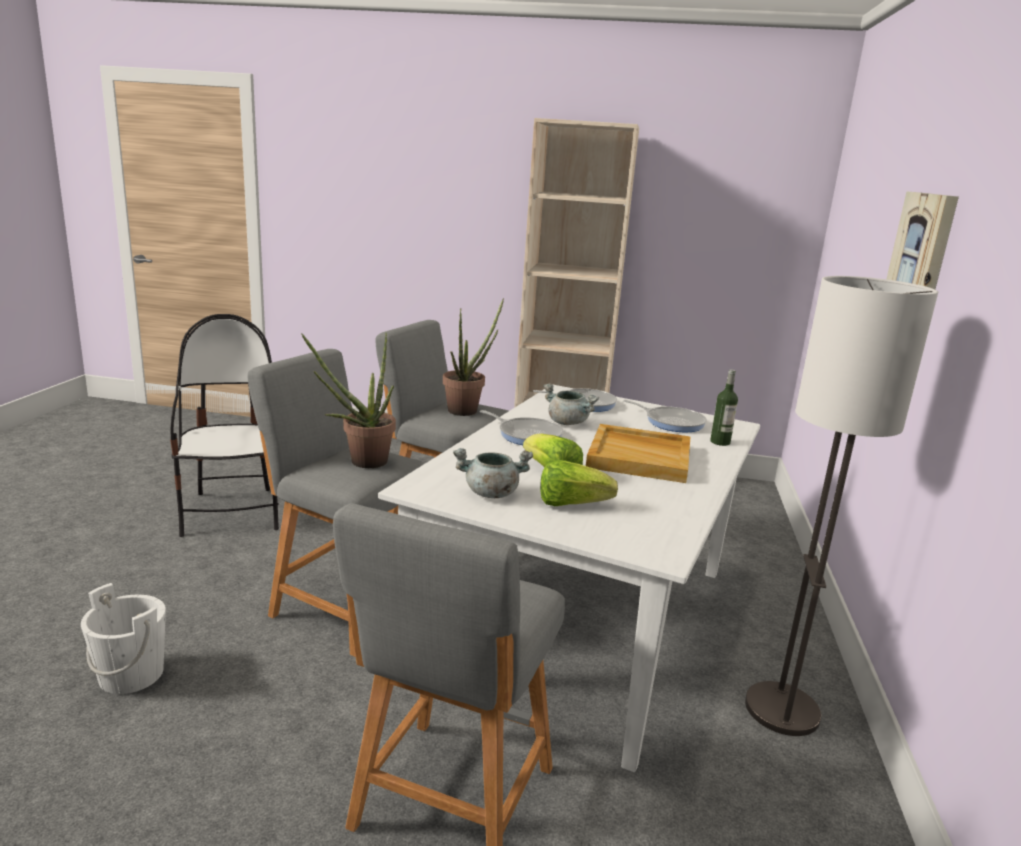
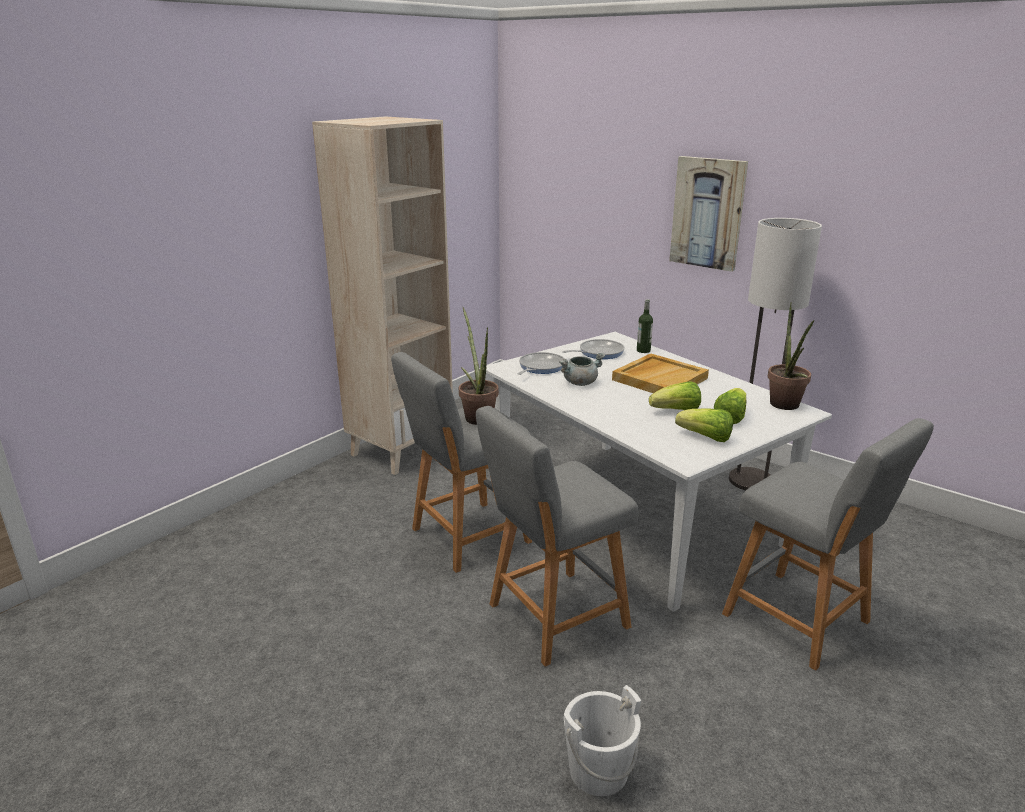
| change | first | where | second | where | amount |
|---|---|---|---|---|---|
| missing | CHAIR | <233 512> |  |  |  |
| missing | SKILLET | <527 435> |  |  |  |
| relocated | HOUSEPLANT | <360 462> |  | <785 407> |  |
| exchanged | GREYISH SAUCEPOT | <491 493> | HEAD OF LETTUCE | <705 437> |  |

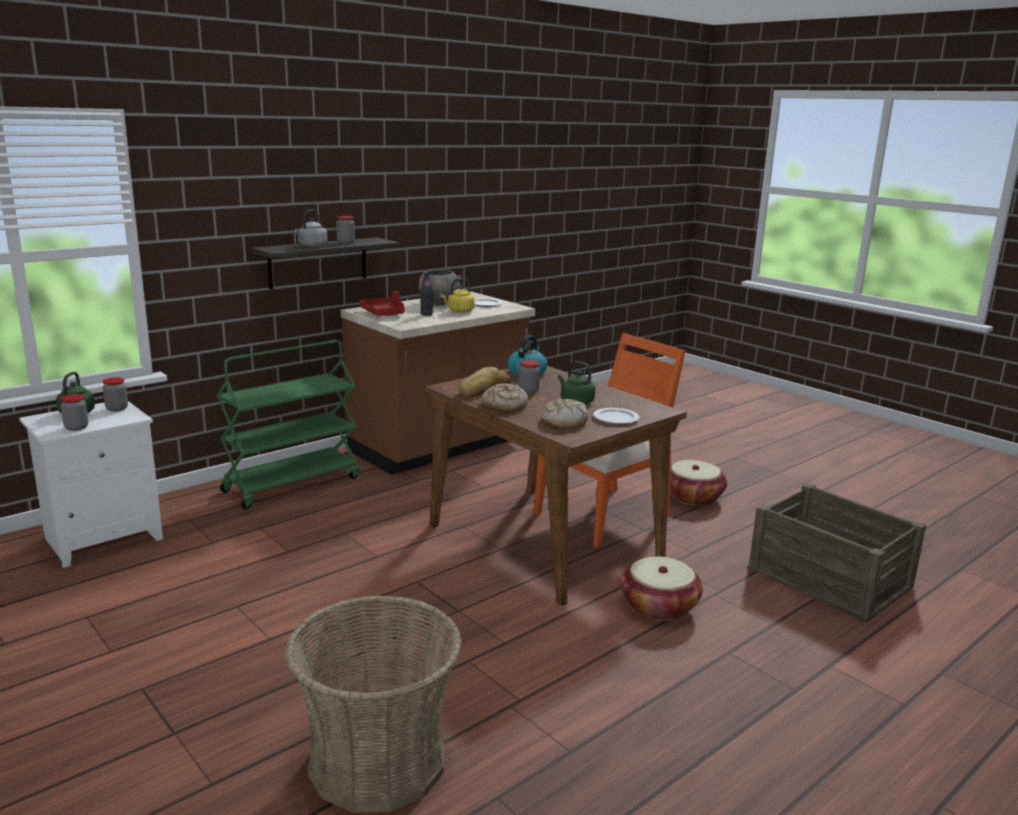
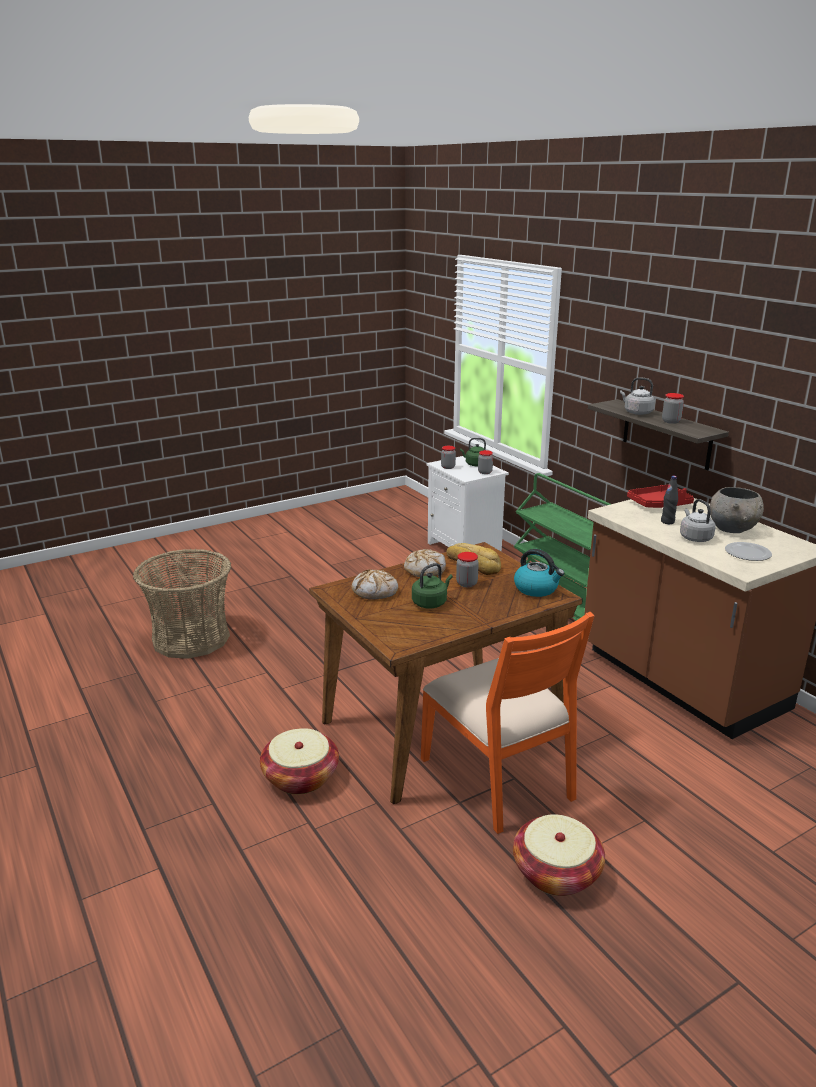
| change | first | where | second | where | amount |
|---|---|---|---|---|---|
| missing | FLAT DISH | <615 418> |  |  |  |
| missing | PACKING CRATE | <829 577> |  |  |  |
| colour | YELLOWISH TEA KETTLE | <459 311> | GREYISH TEA KETTLE | <694 537> |  |

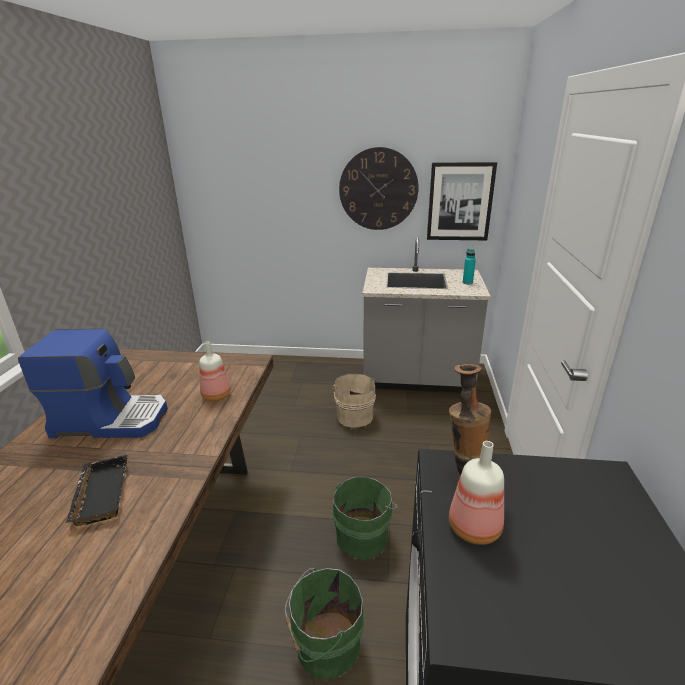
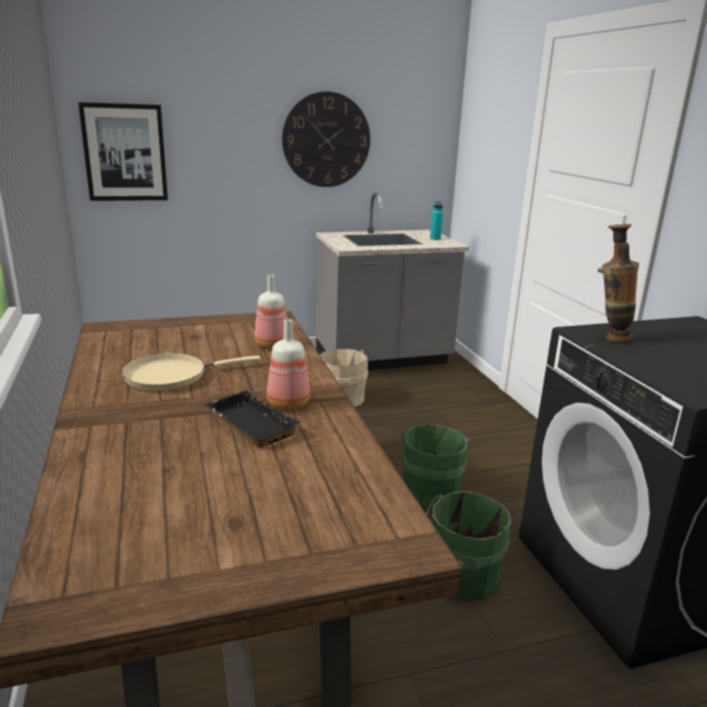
| change | first | where | second | where | amount |
|---|---|---|---|---|---|
| relocated | WALL ART | <460 202> |  | <125 152> |  |
| relocated | BEVERAGE BOTTLE | <473 526> |  | <287 403> |  |
| exchanged | COFFEE BREWER | <112 419> | BEIGE-COLOURED SKILLET | <171 375> |  |

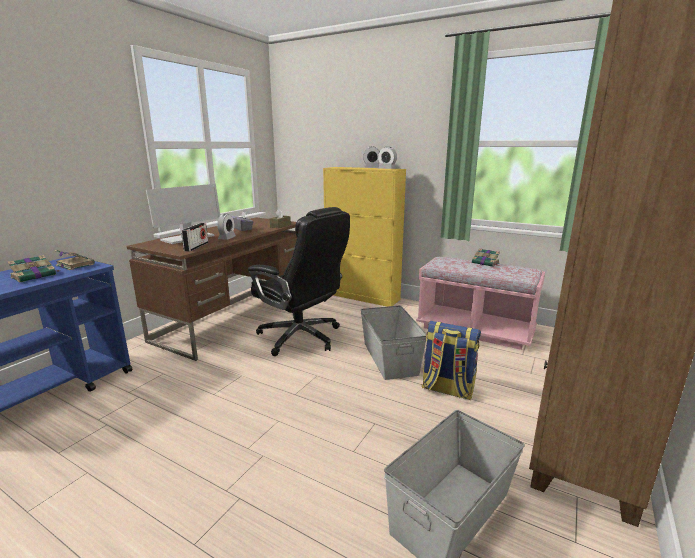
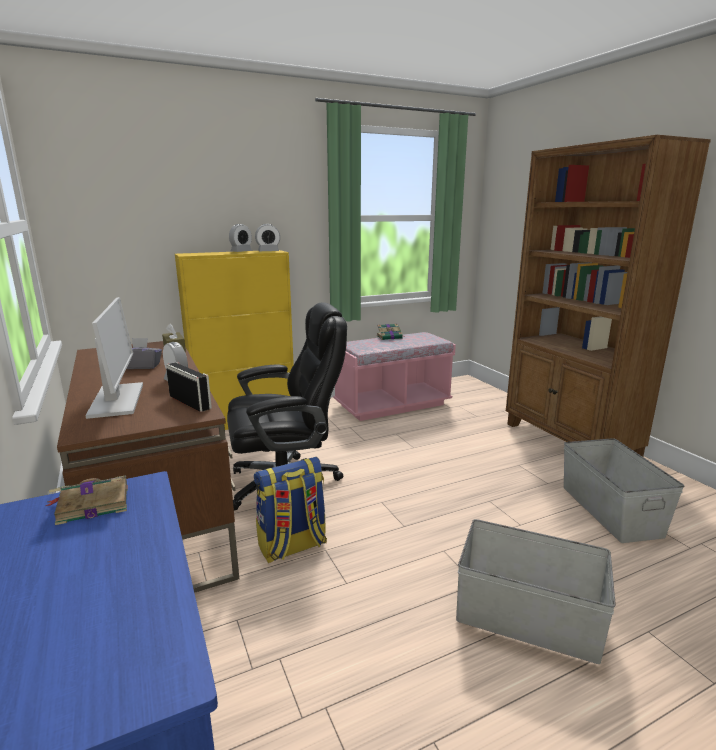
| change | first | where | second | where | amount |
|---|---|---|---|---|---|
| missing | VOLUME | <35 276> |  |  |  |
| relocated | GREYISH STORAGE BIN | <389 358> |  | <528 619> |  |
| relocated | KNAPSACK | <447 389> |  | <292 546> |  |

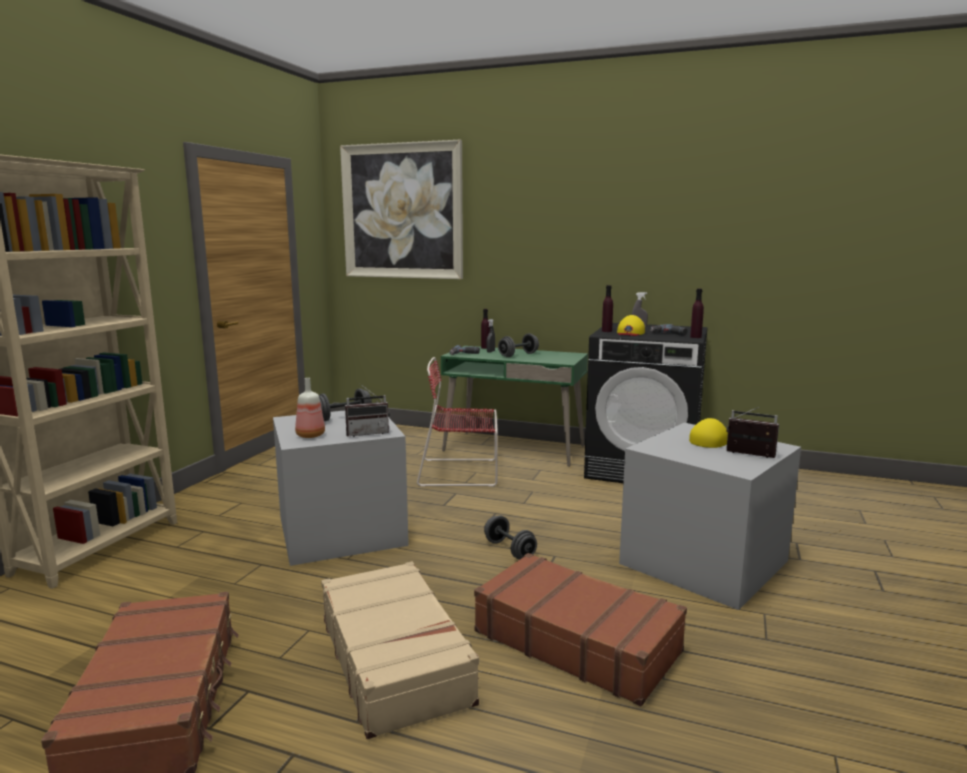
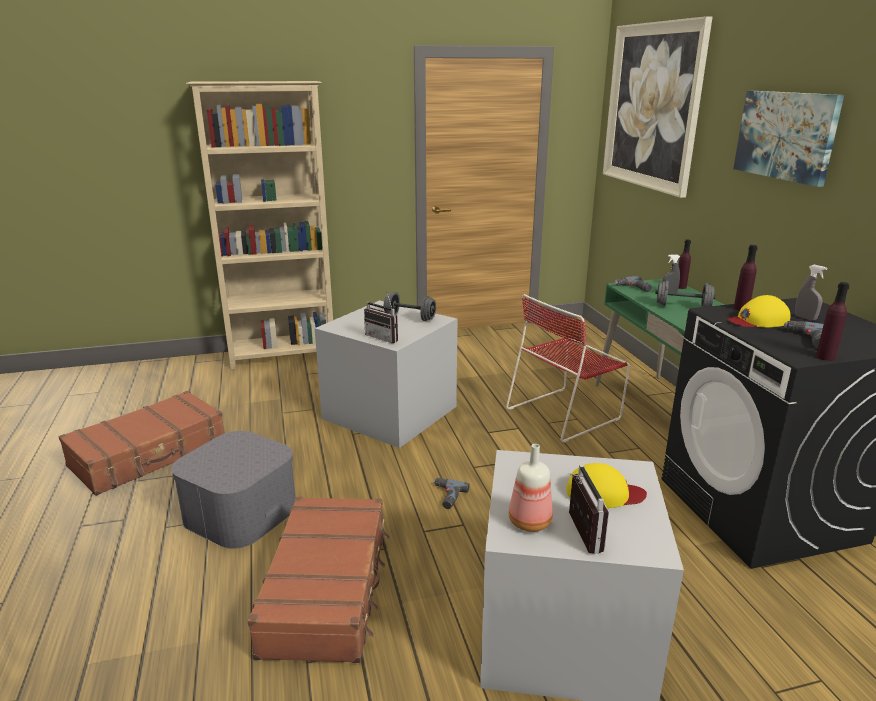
| change | first | where | second | where | amount |
|---|---|---|---|---|---|
| appeared |  |  | WALL ART | <786 135> |  |
| relocated | BEVERAGE BOTTLE | <309 435> |  | <528 522> |  |
| exchanged | BEIGE-COLOURED PIECE OF LUGGAGE | <395 659> | GREYISH STORAGE BIN | <240 512> |  |
| exchanged | GREYISH DUMBBELL | <509 550> | POWER DRILL | <446 496> |  |
| spun | RED CHAIR | <462 472> |  | <565 413> | 90 degrees counterclockwise |

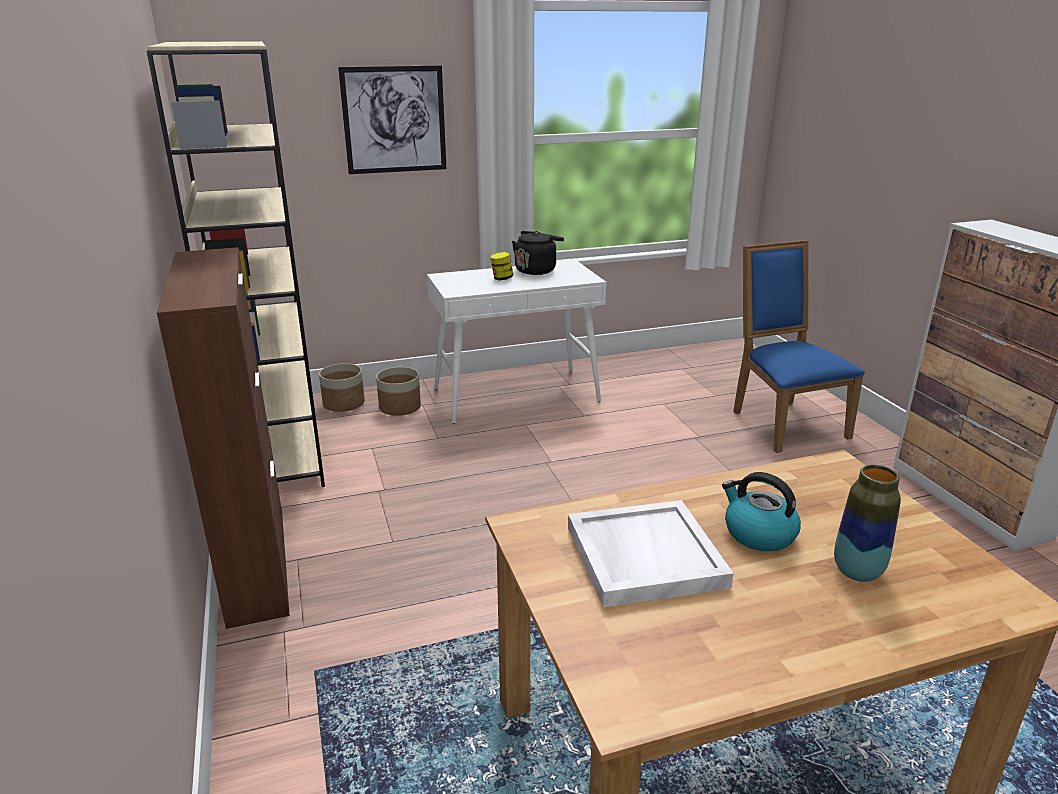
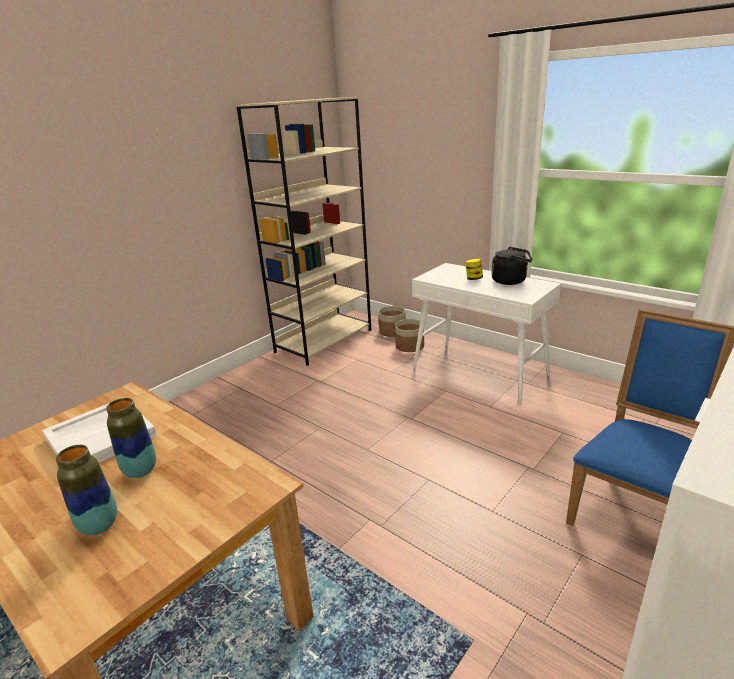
| change | first | where | second | where | amount |
|---|---|---|---|---|---|
| missing | BROWN STORAGE CABINET | <257 563> |  |  |  |
| missing | WALL ART | <394 120> |  |  |  |
| exchanged | TEA KETTLE | <758 534> | DECORATIVE VASE | <140 471> |  |

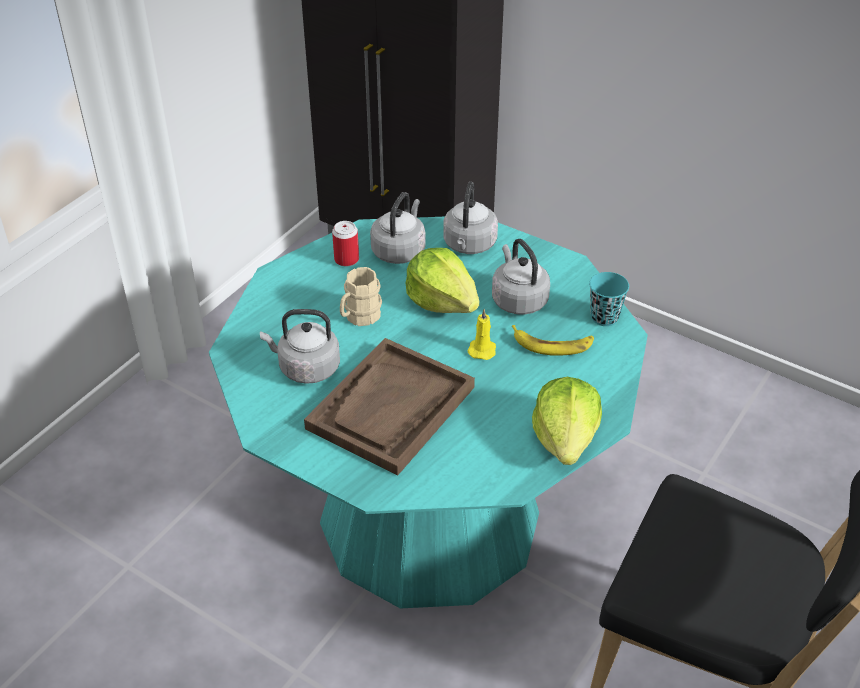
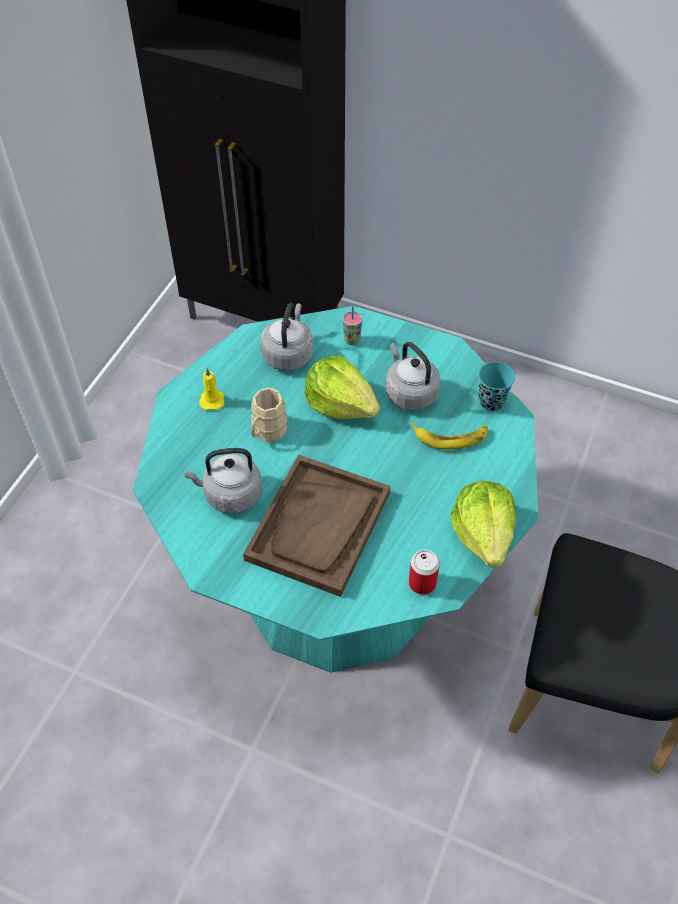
| change | first | where | second | where | amount |
|---|---|---|---|---|---|
| relocated | CAN | <346 259> |  | <422 583> |  |
| relocated | YELLOWISH WAX LIGHT | <482 349> |  | <212 399> |  |
| exchanged | GREYISH TEA KETTLE | <469 245> | CUP | <352 340> |  |

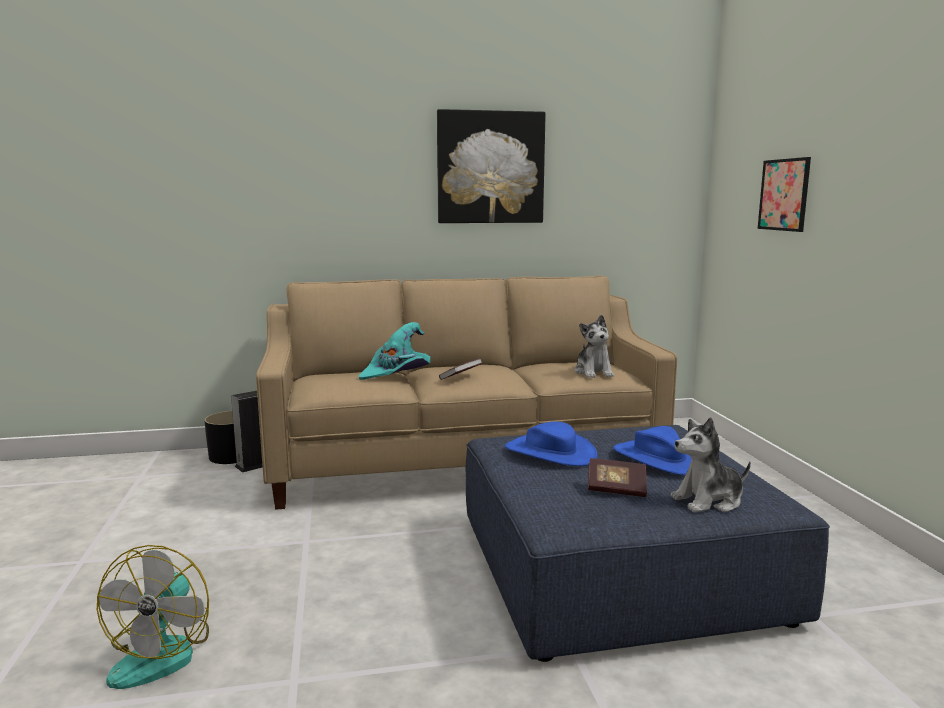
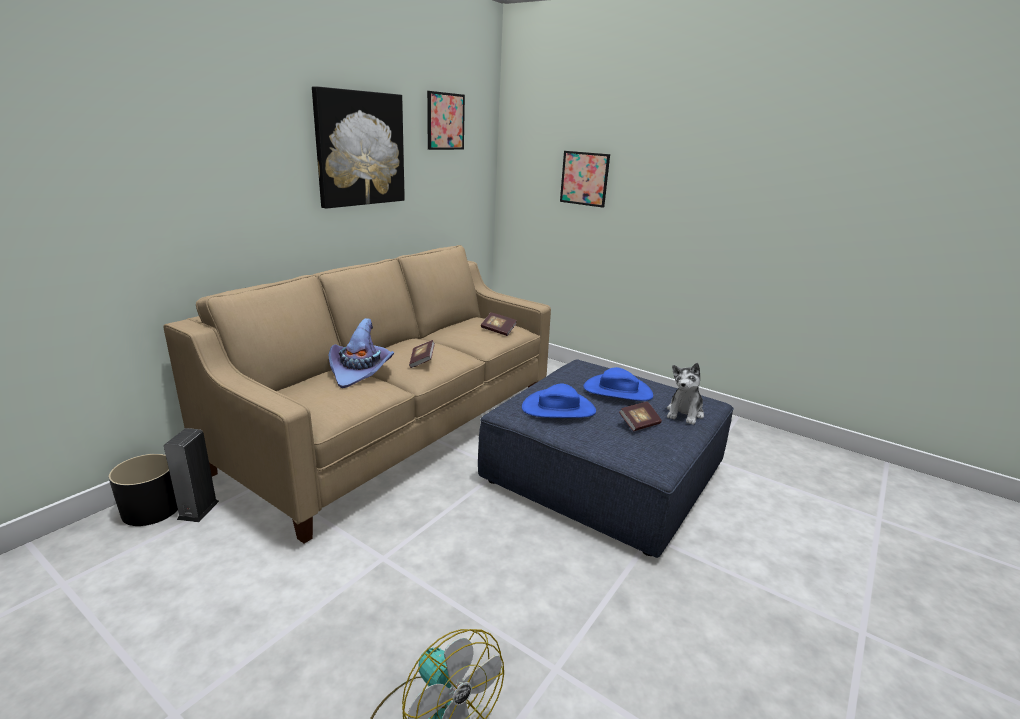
| change | first | where | second | where | amount |
|---|---|---|---|---|---|
| appeared |  |  | WALL ART | <445 121> |  |
| exchanged | CUDDLY TOY | <593 372> | VOLUME | <498 330> |  |
| colour | TURQUOISE WEARABLE HAT | <397 373> | PURPLE-COLOURED WEARABLE HAT | <360 371> |  |

